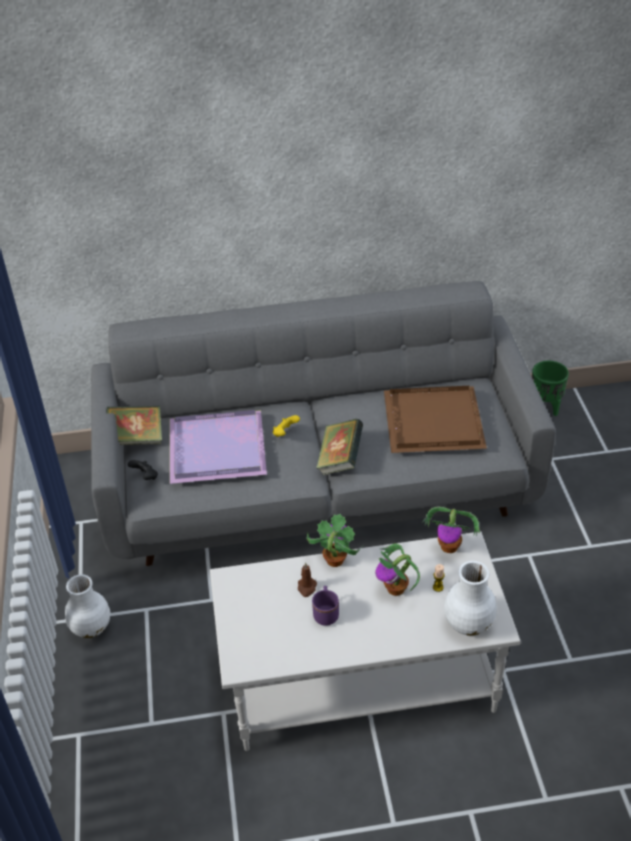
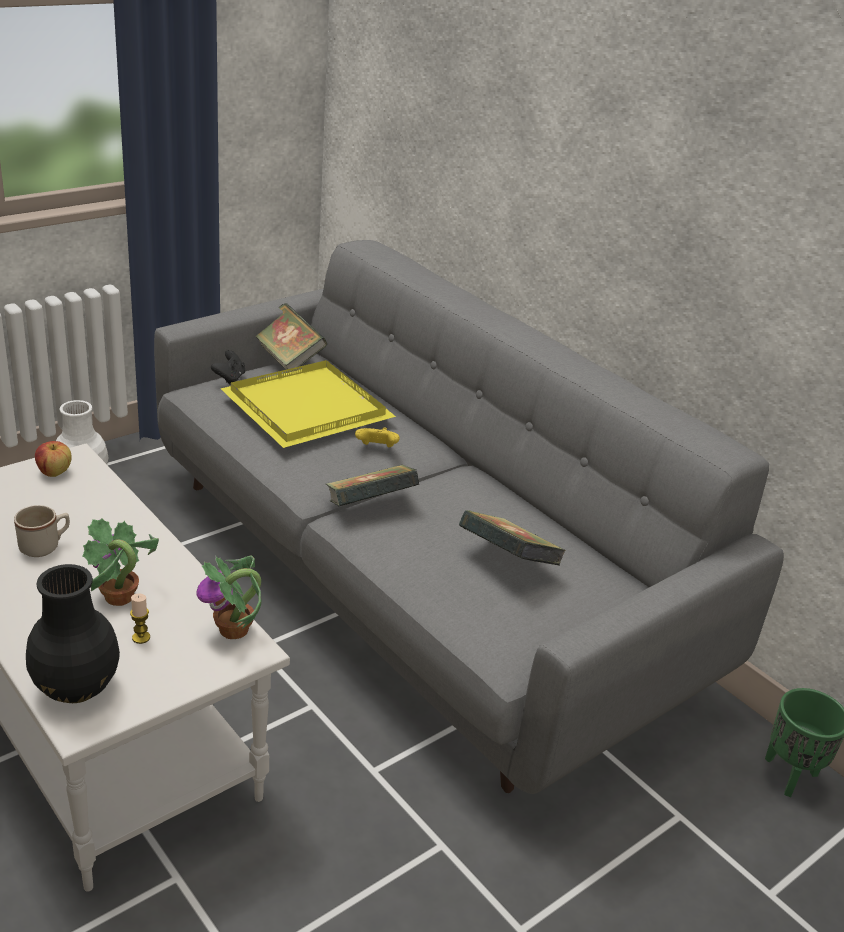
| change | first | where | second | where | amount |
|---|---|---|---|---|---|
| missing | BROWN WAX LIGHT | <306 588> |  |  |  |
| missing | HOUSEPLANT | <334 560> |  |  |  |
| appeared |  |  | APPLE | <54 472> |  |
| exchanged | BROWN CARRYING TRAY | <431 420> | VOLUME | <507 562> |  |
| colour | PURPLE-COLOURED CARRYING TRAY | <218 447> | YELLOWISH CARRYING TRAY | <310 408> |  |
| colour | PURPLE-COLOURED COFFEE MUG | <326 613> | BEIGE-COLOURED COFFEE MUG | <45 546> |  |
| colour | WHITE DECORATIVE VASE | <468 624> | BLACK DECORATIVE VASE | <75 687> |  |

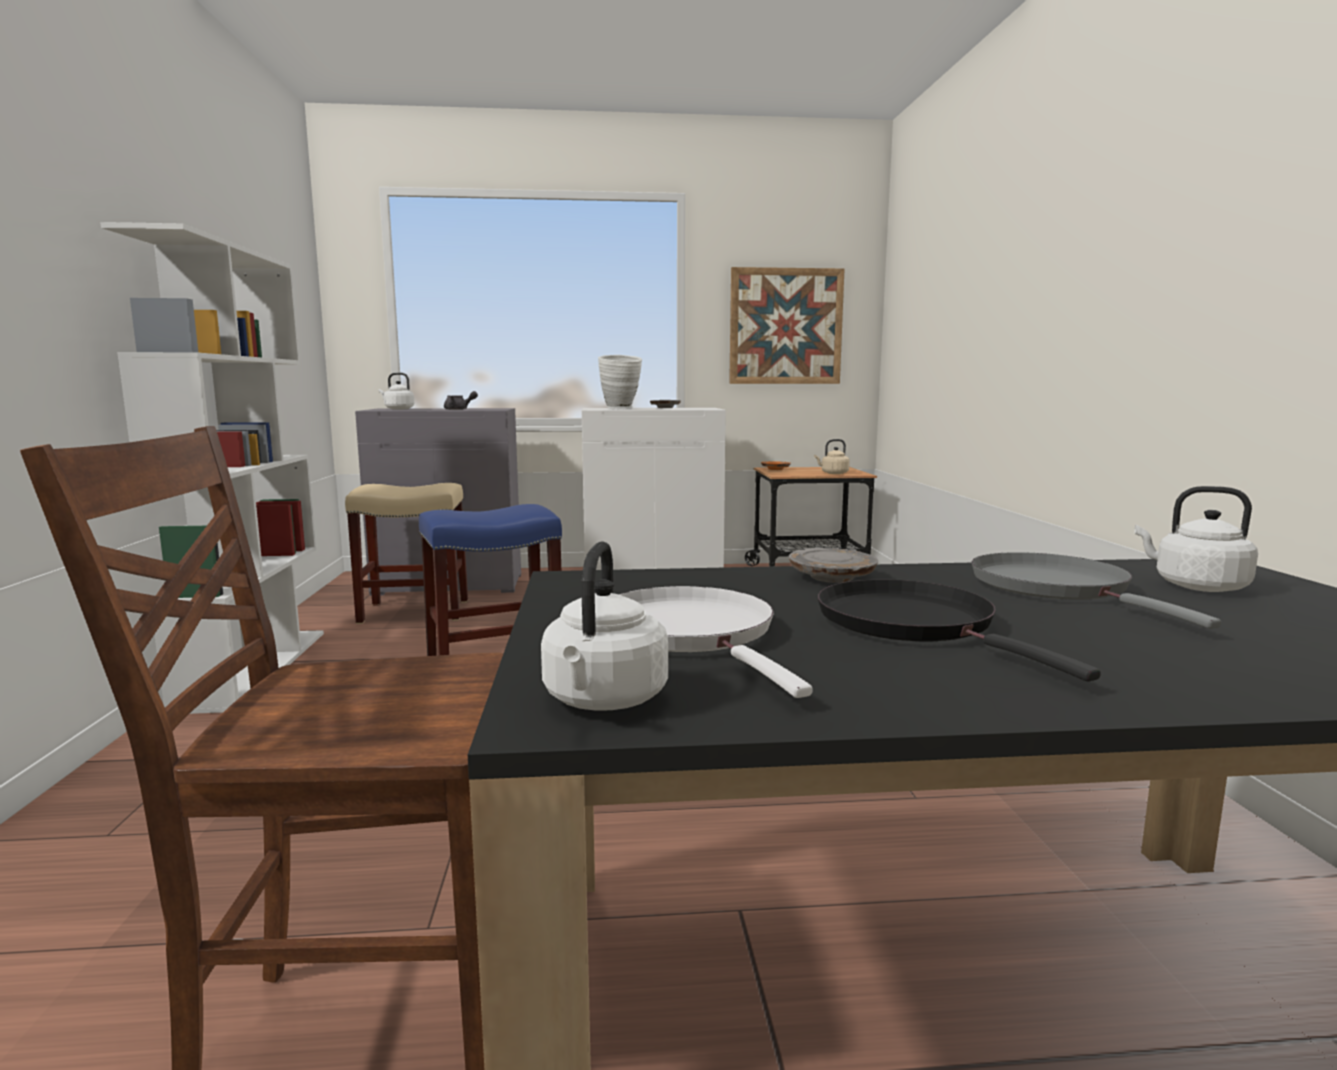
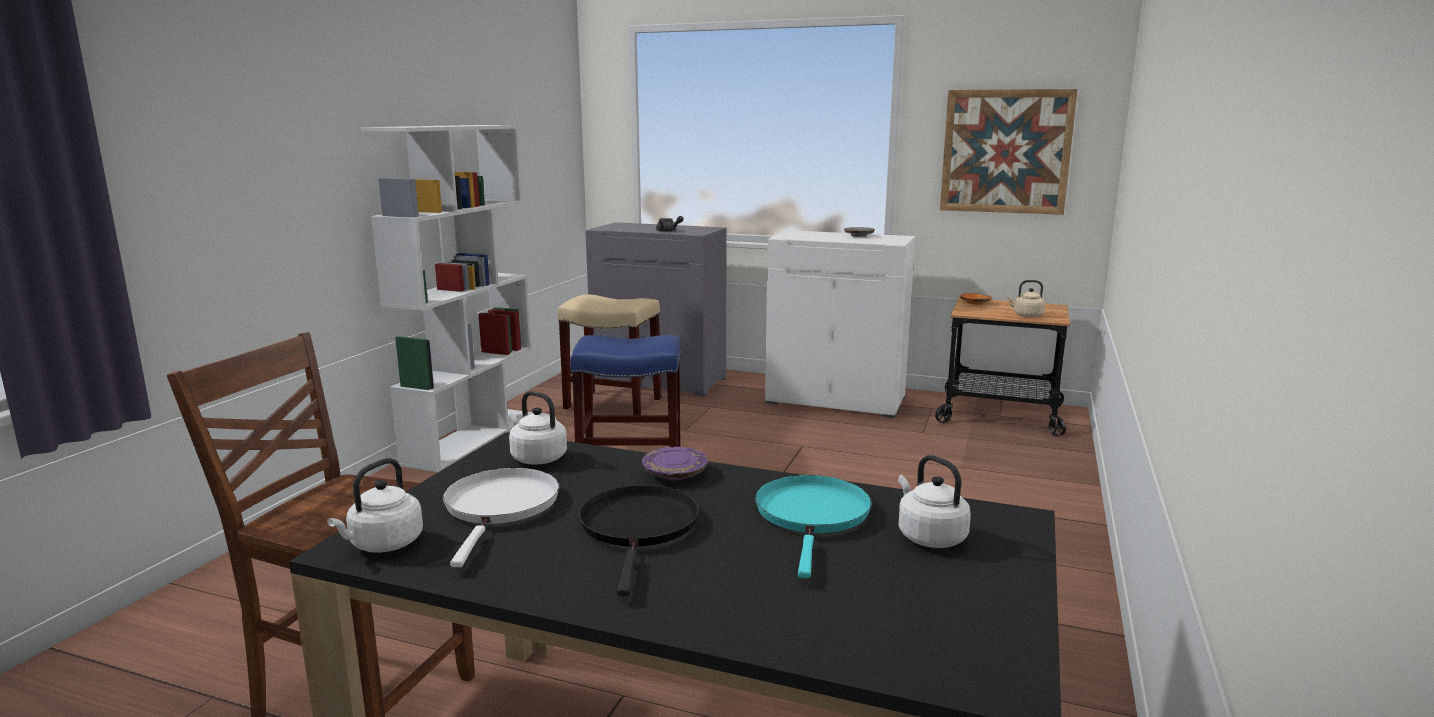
| change | first | where | second | where | amount |
|---|---|---|---|---|---|
| missing | WHITE DECORATIVE VASE | <621 409> |  |  |  |
| relocated | WHITE TEA KETTLE | <398 409> |  | <536 458> |  |
| colour | GREYISH FLAT DISH | <832 577> | PURPLE-COLOURED FLAT DISH | <675 474> |  |
| colour | GREYISH SKILLET | <1057 588> | TURQUOISE SKILLET | <812 516> |  |

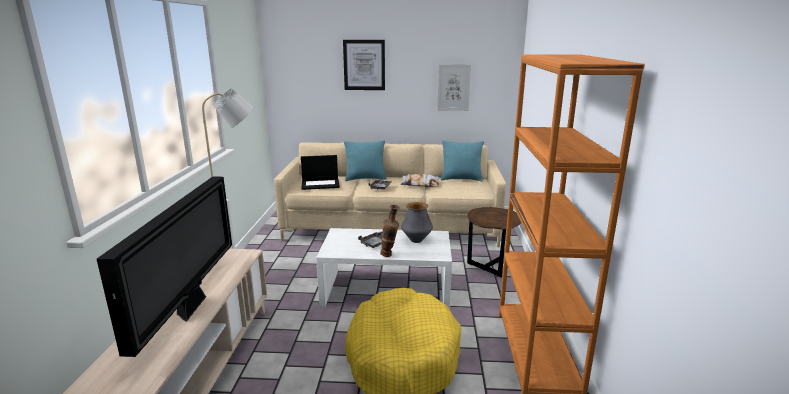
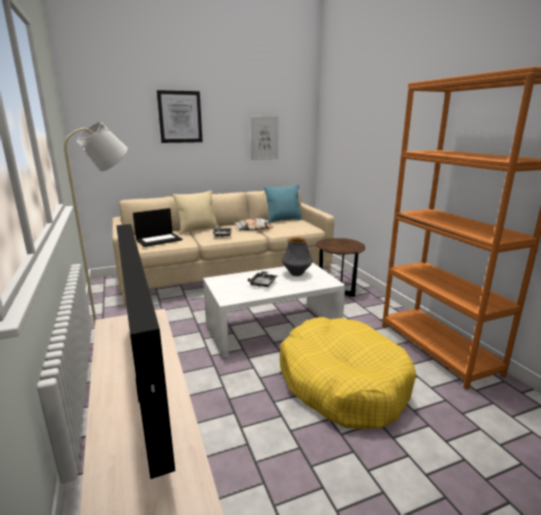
| change | first | where | second | where | amount |
|---|---|---|---|---|---|
| missing | DECORATIVE VASE | <389 255> |  |  |  |
| colour | TURQUOISE PILLOW | <365 178> | BEIGE-COLOURED PILLOW | <197 230> |  |

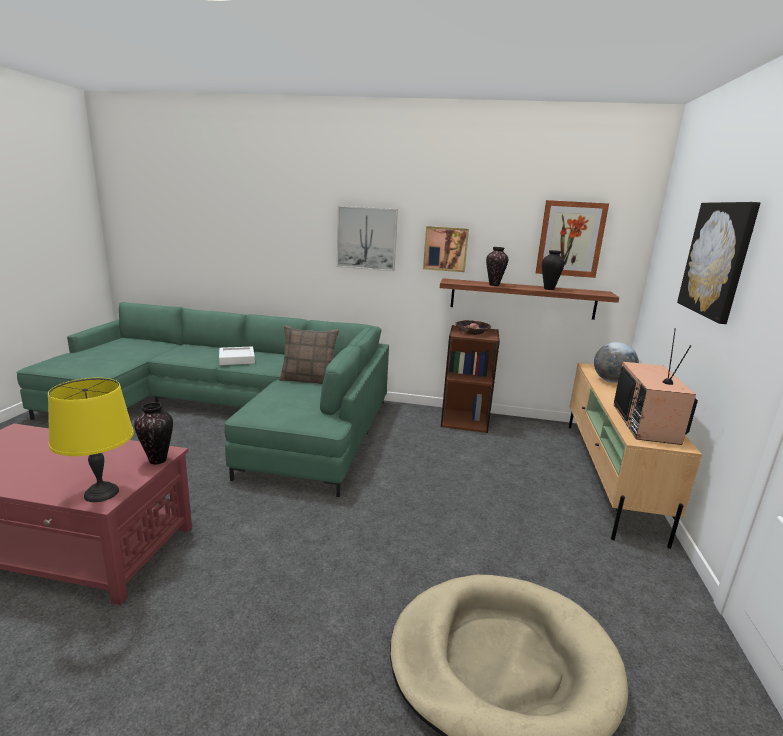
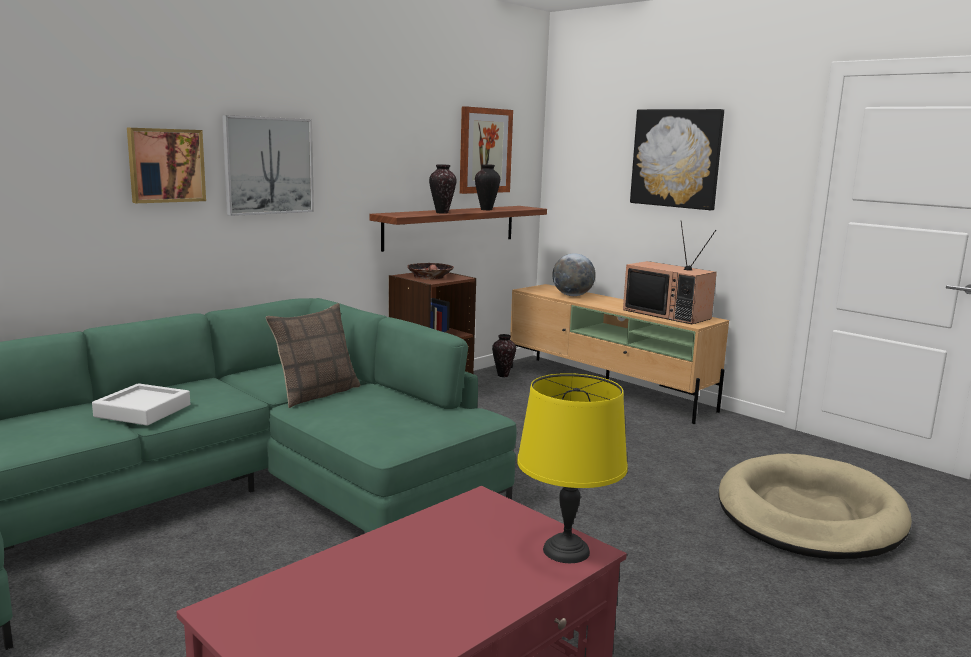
| change | first | where | second | where | amount |
|---|---|---|---|---|---|
| relocated | DECORATIVE VASE | <158 460> |  | <503 375> |  |
| relocated | WALL ART | <445 249> |  | <166 165> |  |

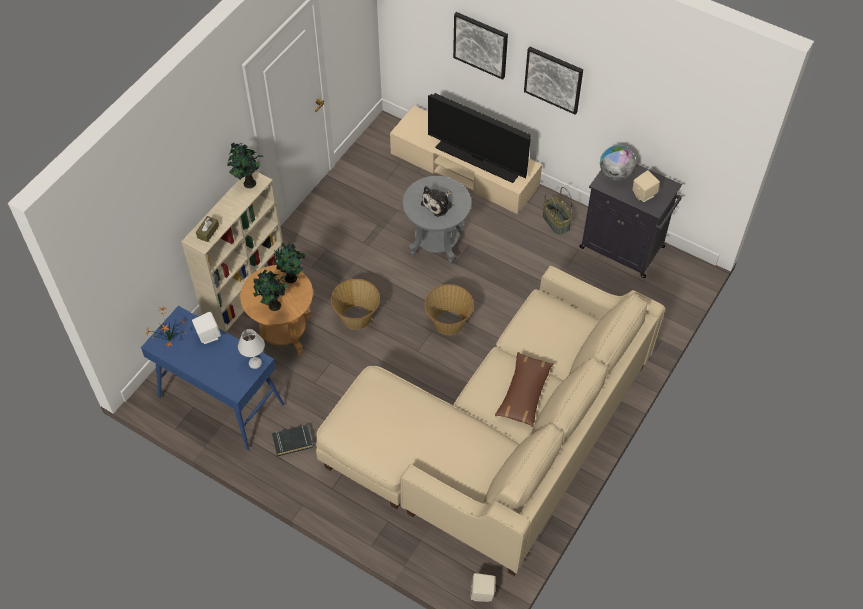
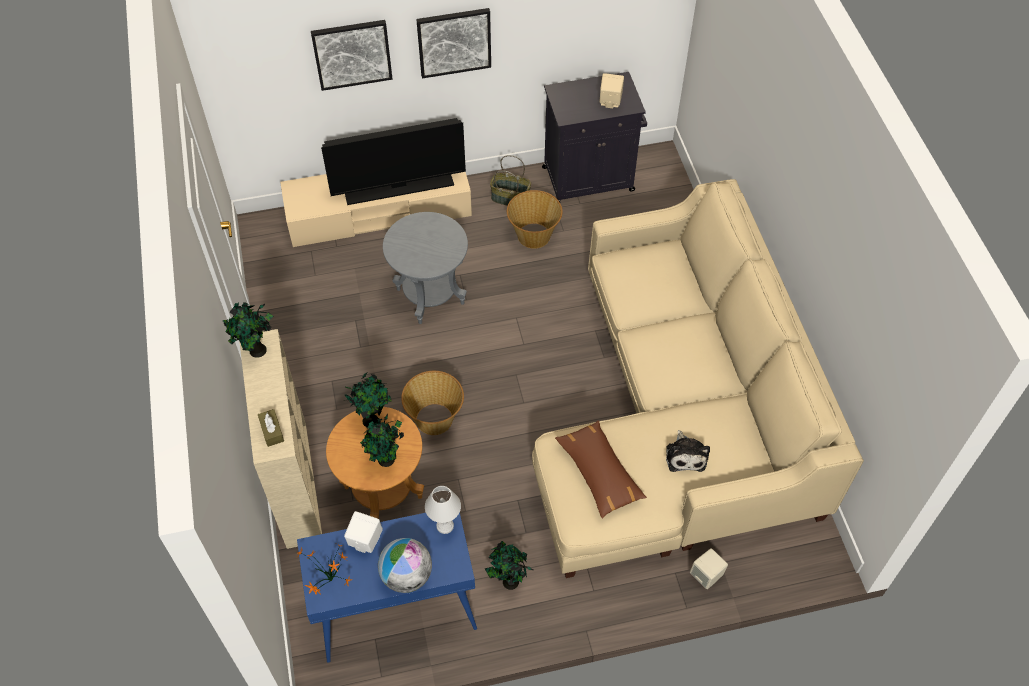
| change | first | where | second | where | amount |
|---|---|---|---|---|---|
| relocated | CUDDLY TOY | <438 204> |  | <685 455> |  |
| relocated | STORAGE BASKET | <448 323> |  | <533 236> |  |
| relocated | BEIGE-COLOURED SPEAKER | <482 593> |  | <706 575> |  |
| relocated | BROWN PILLOW | <524 393> |  | <599 473> |  |
| relocated | GLOBE | <615 174> |  | <406 575> |  |
| exchanged | BLACK VOLUME | <292 441> | HOUSEPLANT | <509 582> |  |

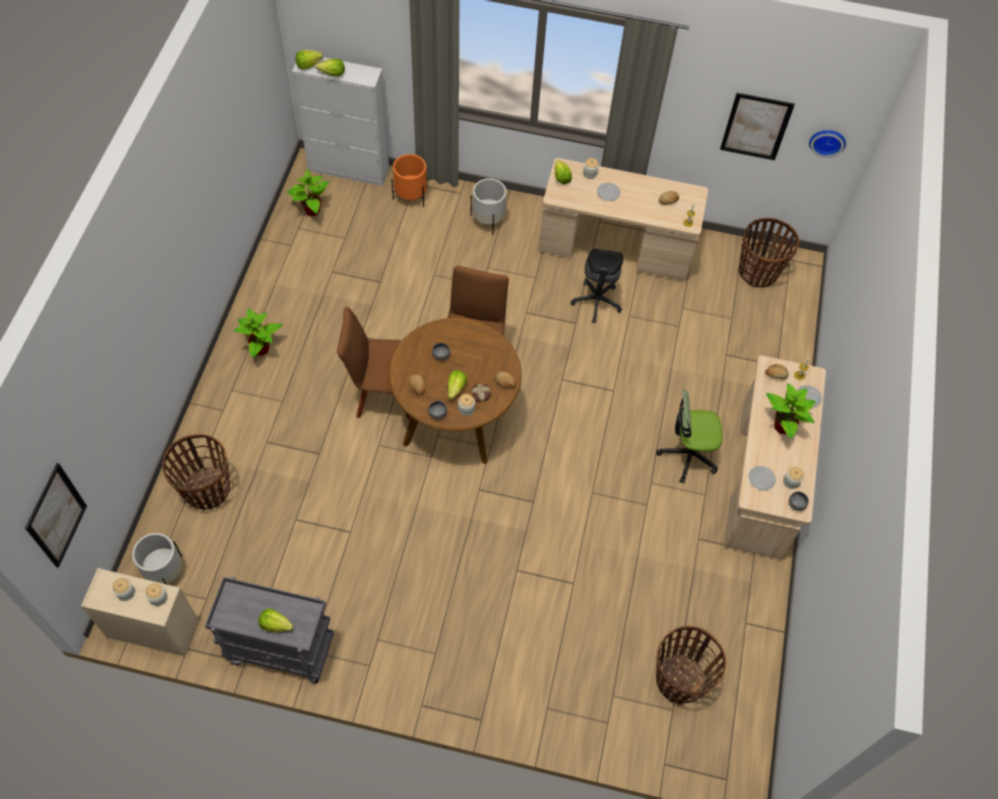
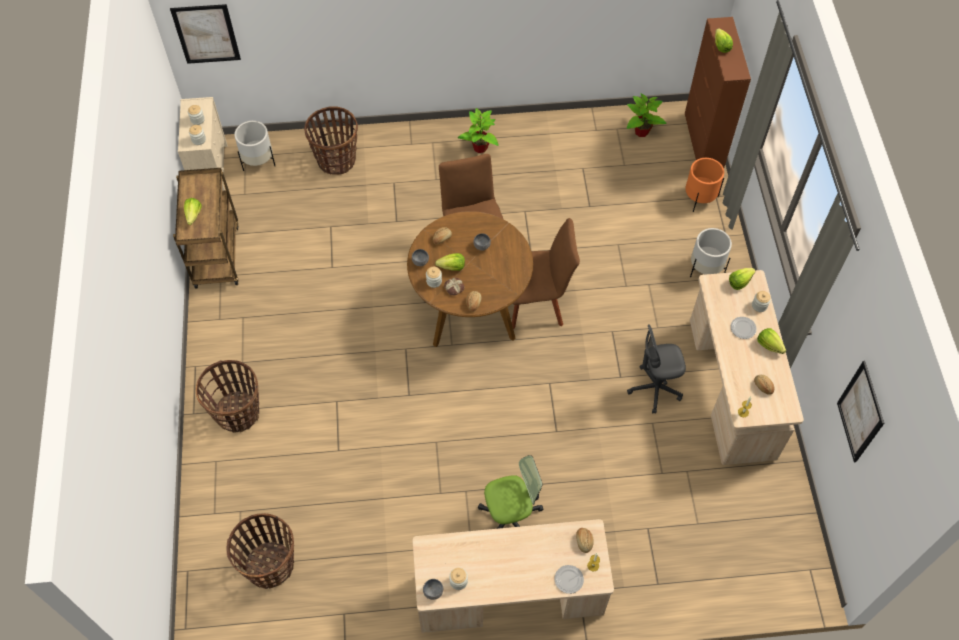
| change | first | where | second | where | amount |
|---|---|---|---|---|---|
| missing | FLAT DISH | <761 478> |  |  |  |
| missing | HOUSEPLANT | <783 427> |  |  |  |
| missing | CLOCK ON THE WALL | <827 141> |  |  |  |
| relocated | HEAD OF LETTUCE | <308 65> |  | <769 345> |  |
| relocated | STORAGE BASKET | <758 272> |  | <237 413> |  |
| colour | GREYISH CART | <279 650> | BROWN CART | <216 255> |  |
| colour | WHITE STORAGE CABINET | <349 169> | BROWN STORAGE CABINET | <703 142> |  |
| spun | COMPUTER CHAIR | <688 454> |  | <510 517> | 90 degrees clockwise |

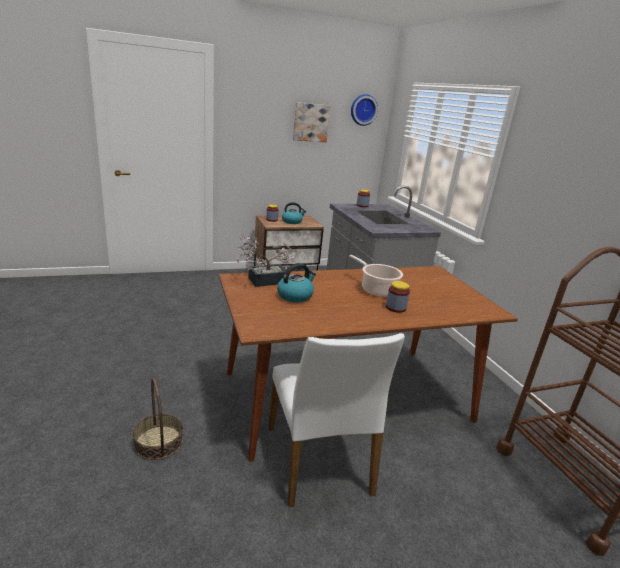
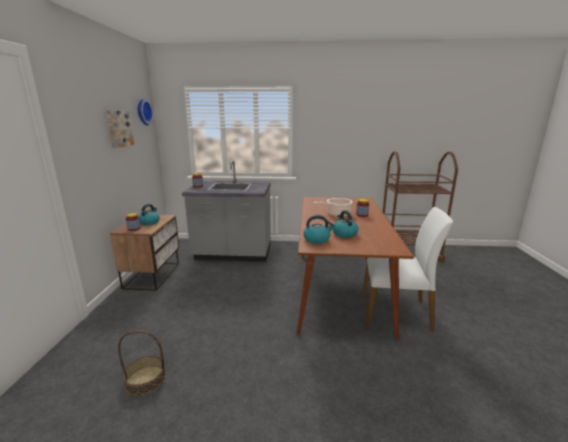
| change | first | where | second | where | amount |
|---|---|---|---|---|---|
| relocated | STORAGE BASKET | <159 442> |  | <145 380> |  |
| exchanged | HOUSEPLANT | <263 281> | TEA KETTLE | <317 239> |  |

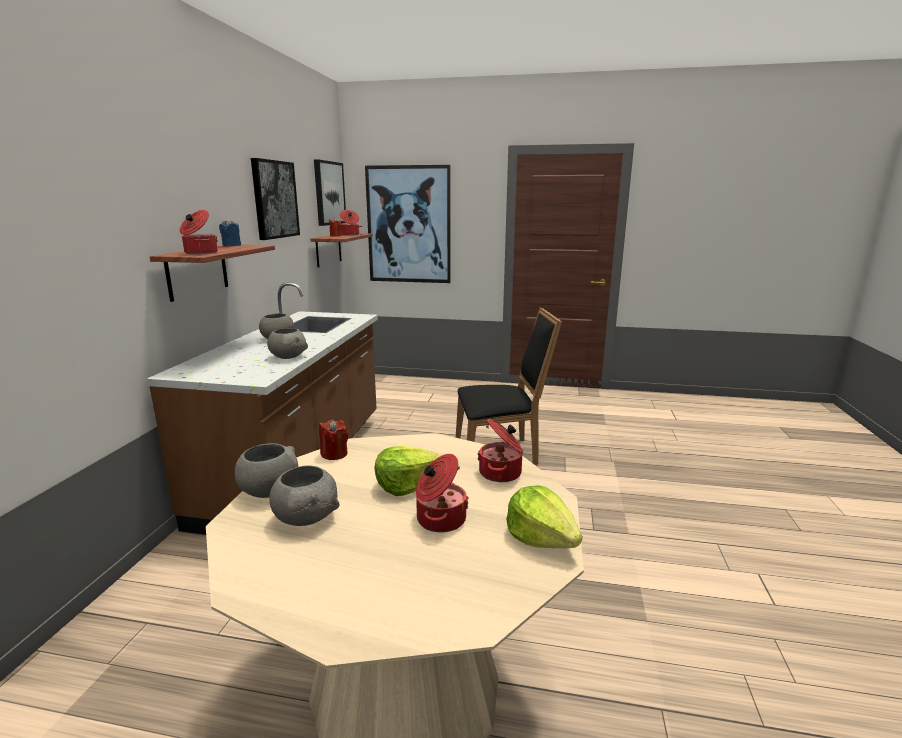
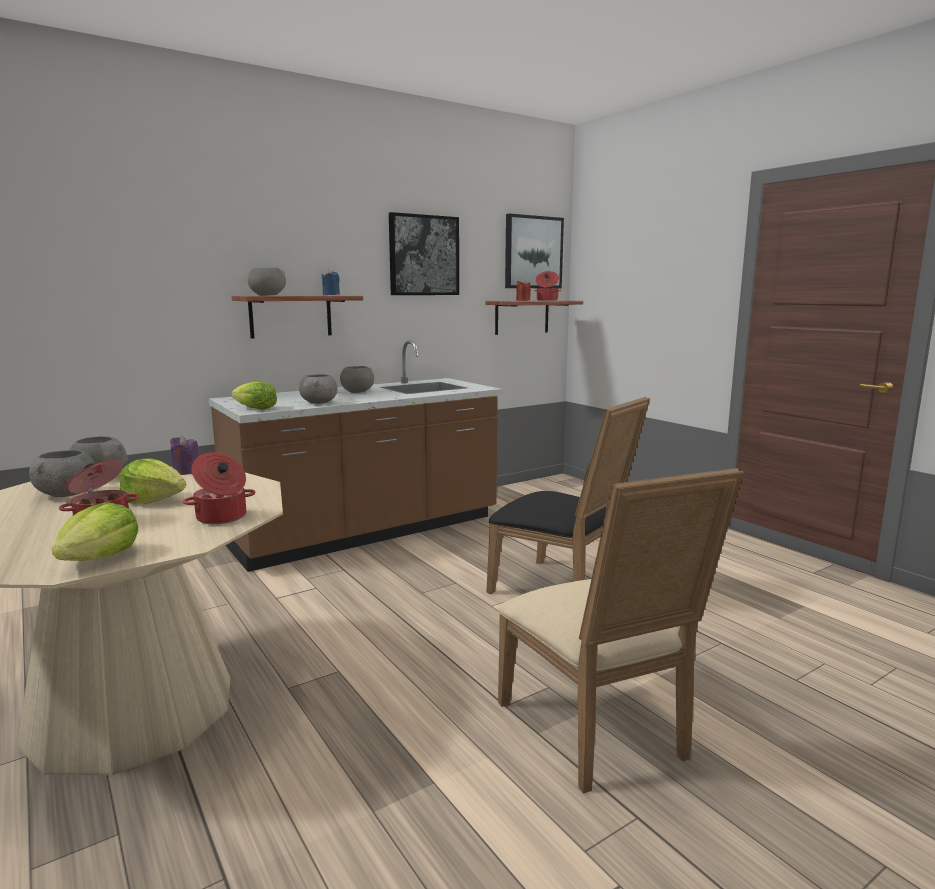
| change | first | where | second | where | amount |
|---|---|---|---|---|---|
| missing | WALL ART | <409 225> |  |  |  |
| appeared |  |  | HEAD OF LETTUCE | <255 409> |  |
| appeared |  |  | BEIGE-COLOURED CHAIR | <600 734> |  |
| exchanged | SAUCEPOT | <200 253> | GREYISH SERVING BOWL | <267 295> |  |
| colour | RED WAX LIGHT | <334 454> | PURPLE-COLOURED WAX LIGHT | <186 471> |  |

